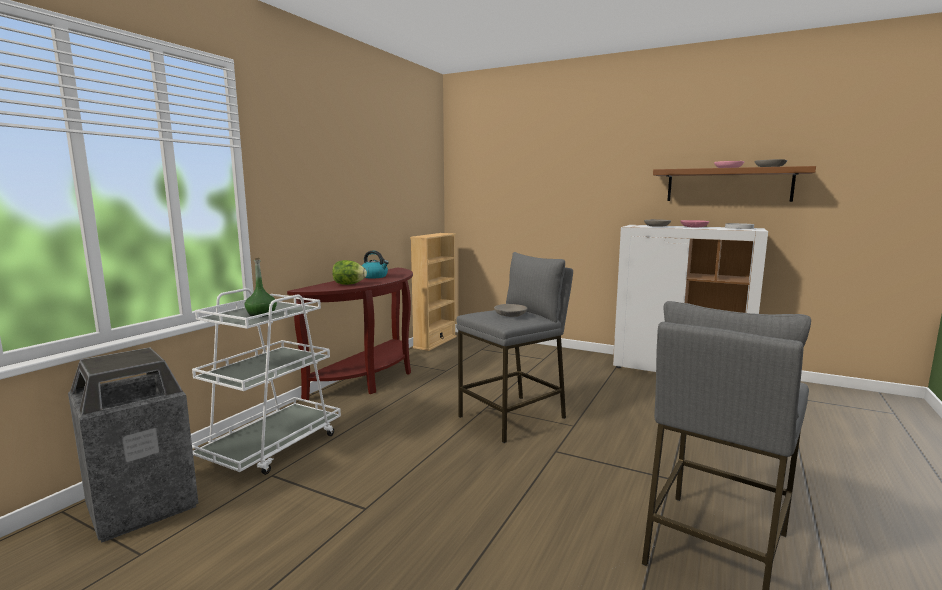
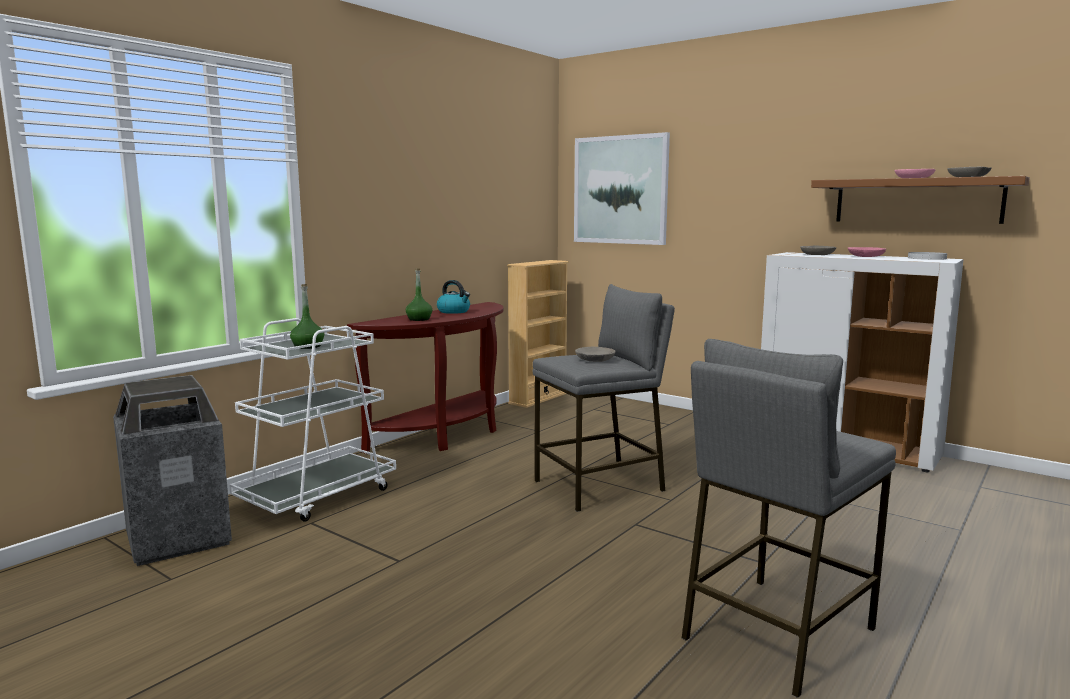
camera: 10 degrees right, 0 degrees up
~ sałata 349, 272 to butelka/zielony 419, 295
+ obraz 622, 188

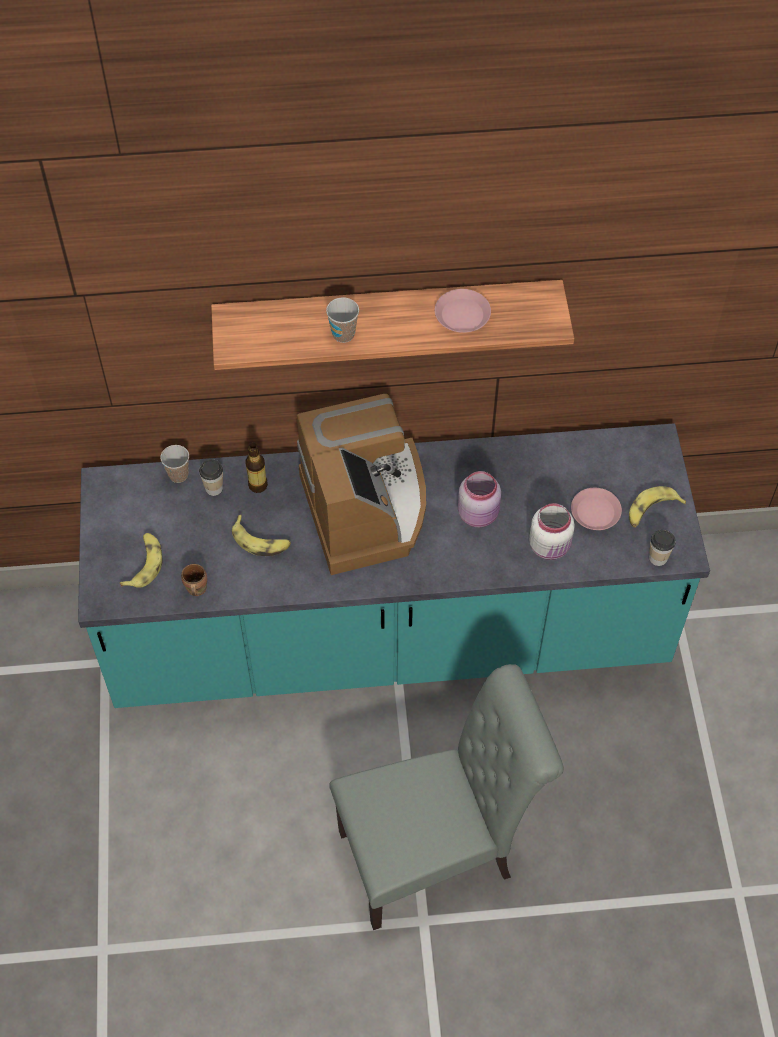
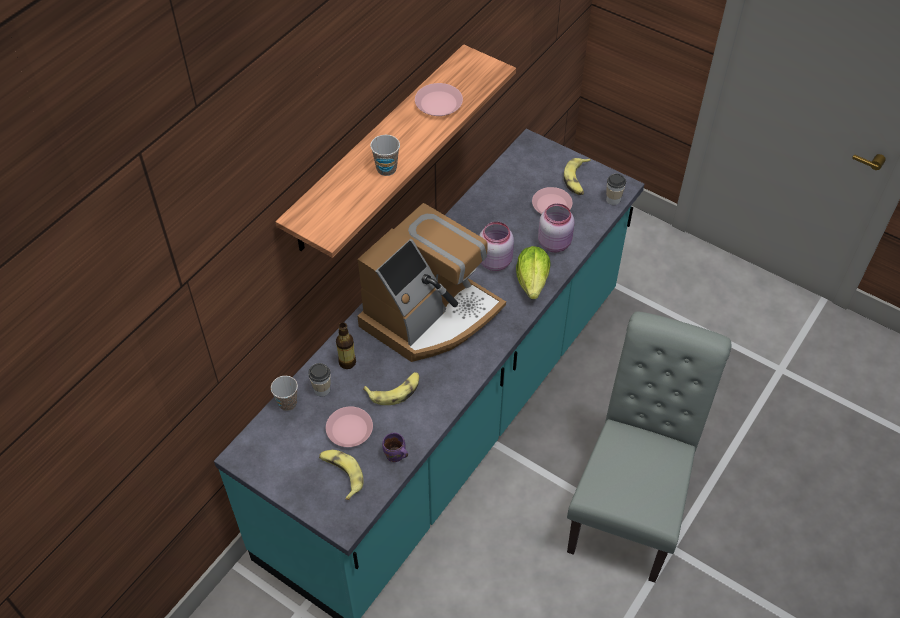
camera: 50 degrees left, 5 degrees down
~ kubek/brązowy 194, 580 to kubek/fioletowy 395, 447
~ ekspres do kawy 361, 484 = 432, 282 105 degrees clockwise
~ słoik/biały 552, 531 to słoik/różowy 556, 227
+ talerz/różowy 349, 426
+ sałata 533, 272

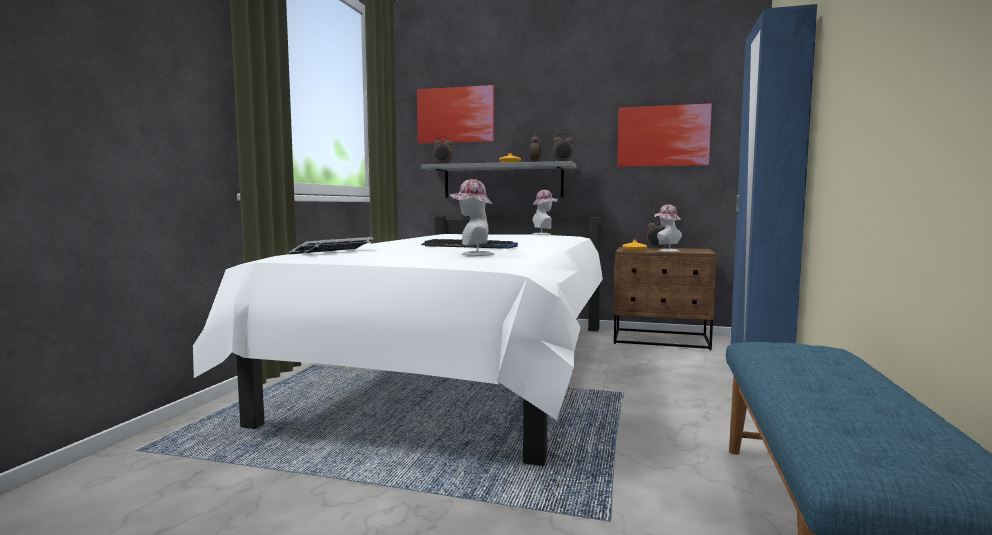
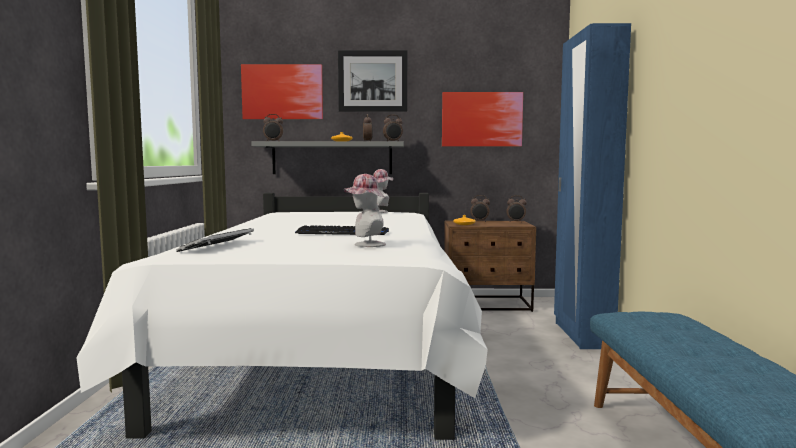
camera: 15 degrees left, 0 degrees up
- kapelusz 668, 228
+ obraz 372, 81
+ budzik 516, 208

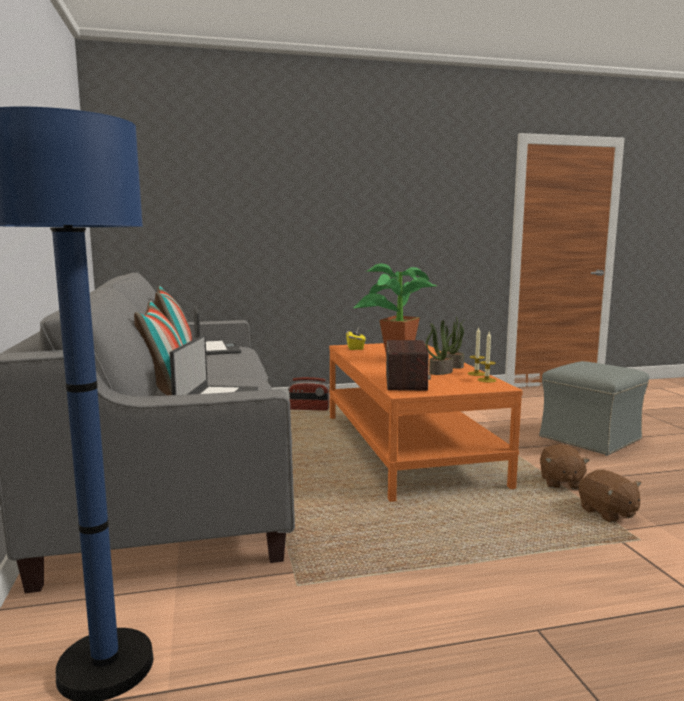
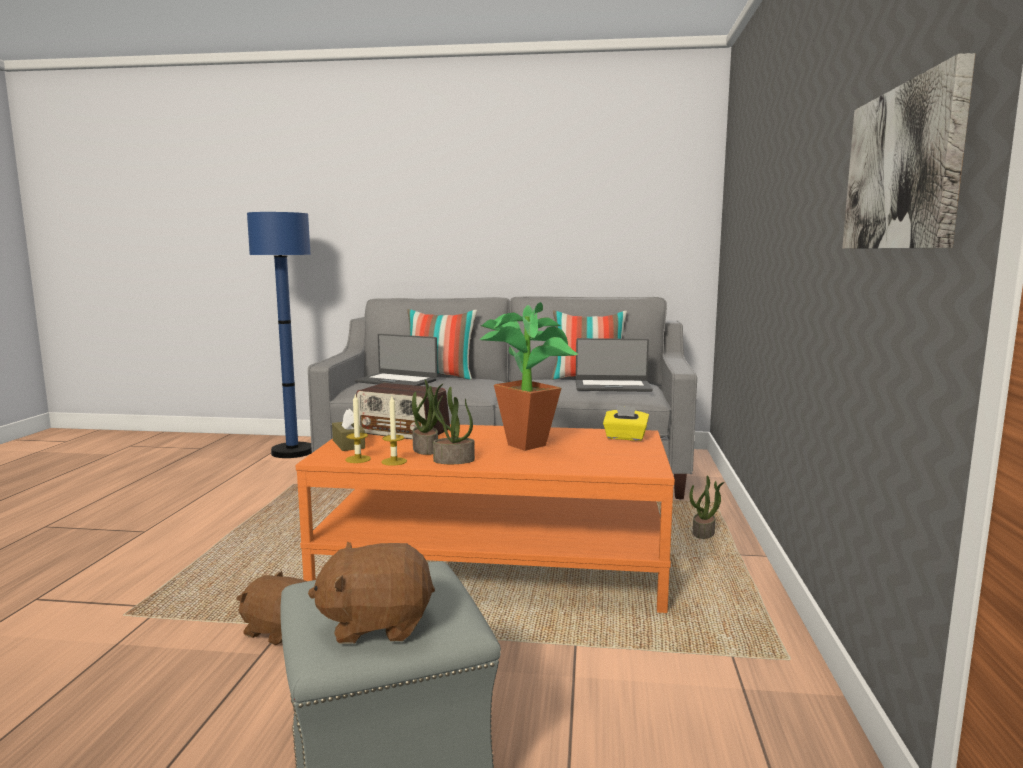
camera: 110 degrees right, 0 degrees up
~ radio 309, 394 to roślina doniczkowa 707, 507
~ pluszak/brązowy 610, 496 to 371, 593
+ pudełko chusteczek/brązowy 348, 430
+ obraz 909, 151

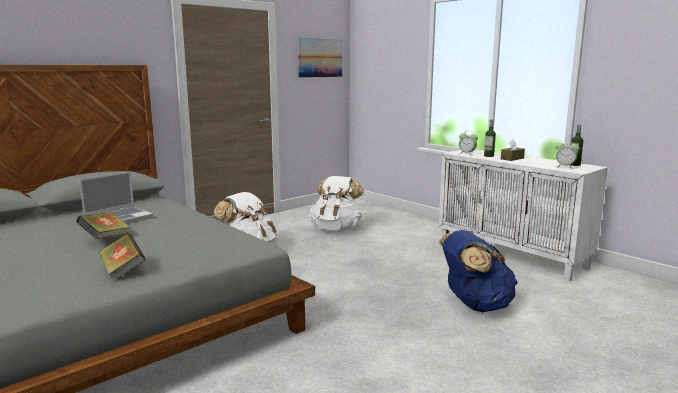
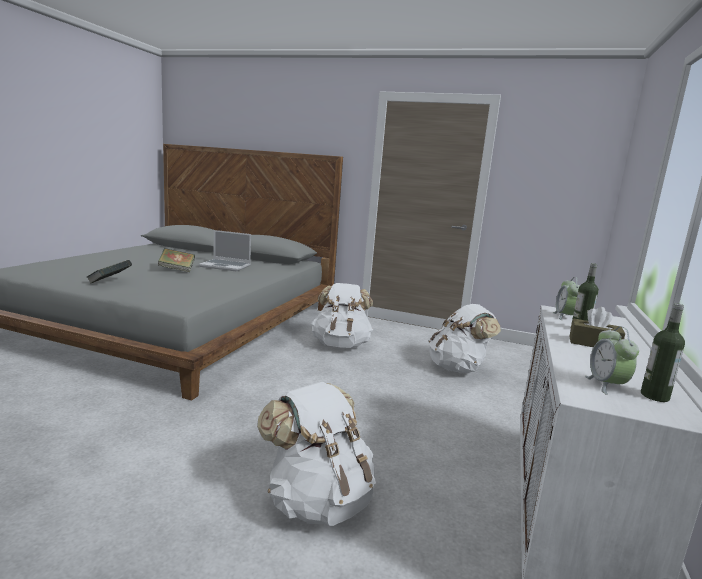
camera: 60 degrees right, 0 degrees up
- obraz 320, 58
~ plecak/niebieski 478, 271 to plecak/biały 316, 454

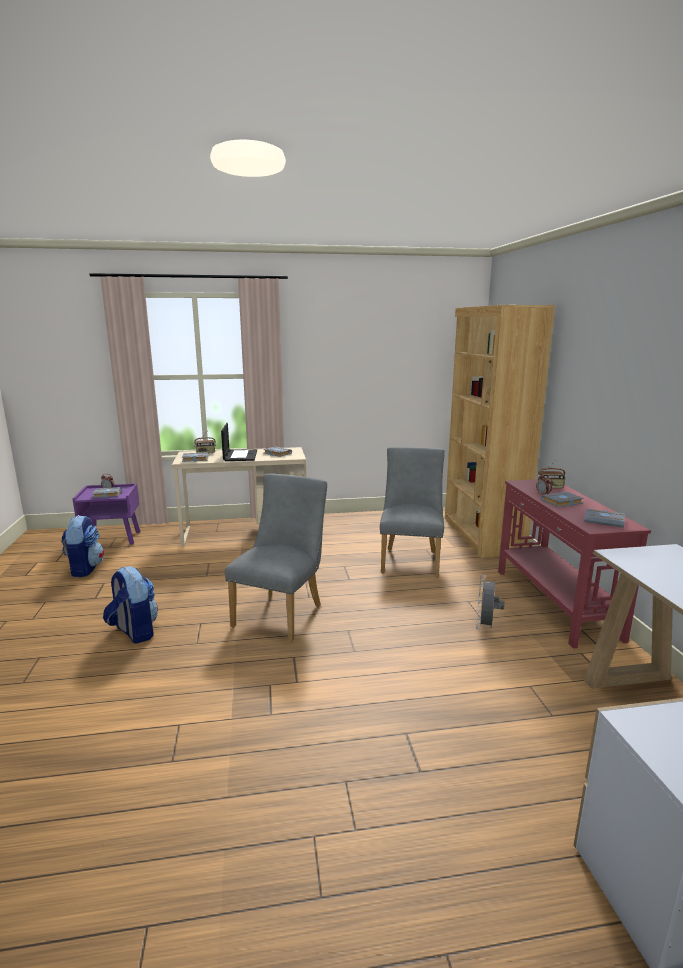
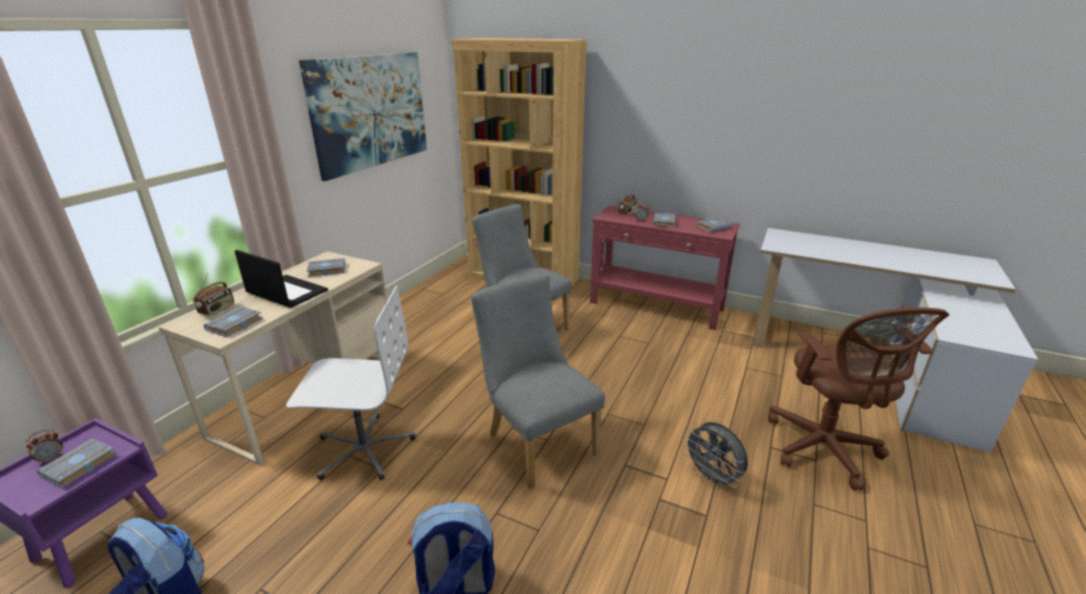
camera: 55 degrees left, 10 degrees up
~ wentylator/szary 490, 602 to 715, 455
+ krzesło biurowe/biały 351, 383
+ obraz 363, 116
+ krzesło biurowe/brązowy 858, 399

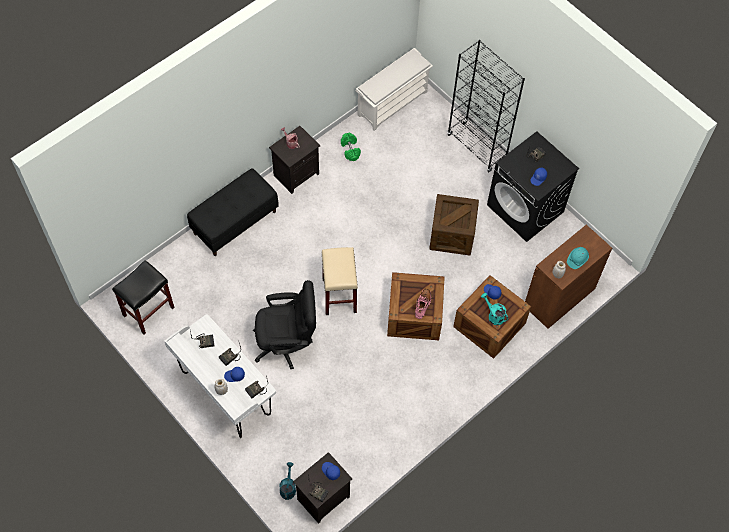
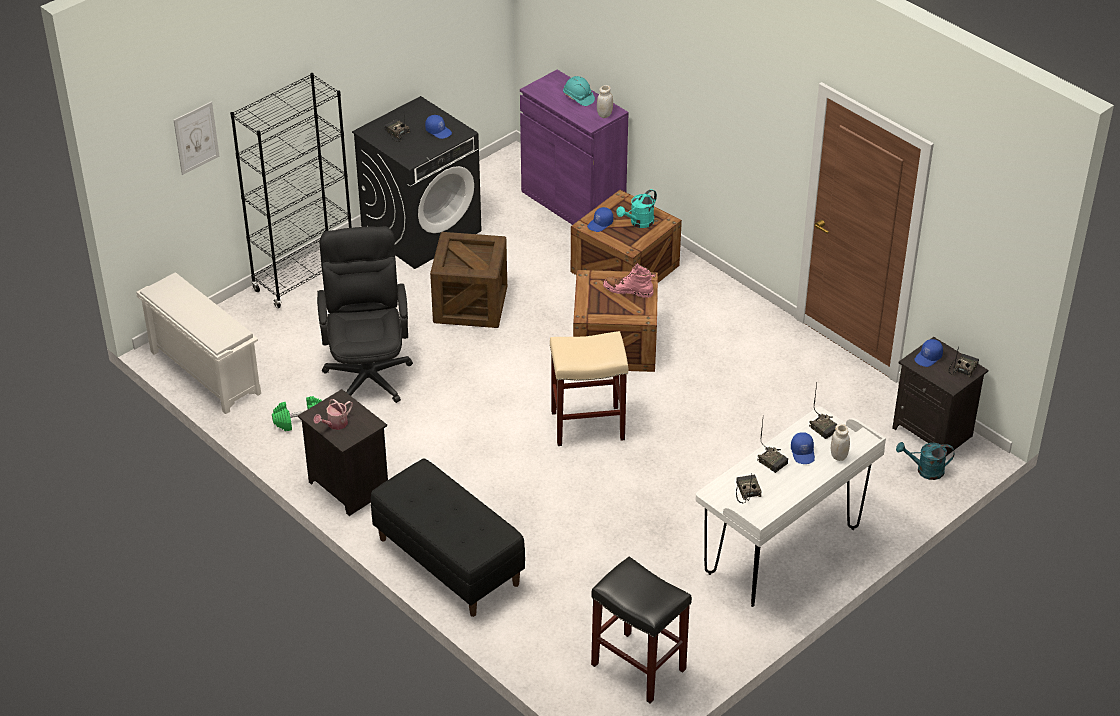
camera: 90 degrees left, 20 degrees down
~ krzesło biurowe/czarny 284, 324 to 365, 314
~ szafka/brązowy 568, 277 to szafka/fioletowy 574, 147
+ obraz 196, 138

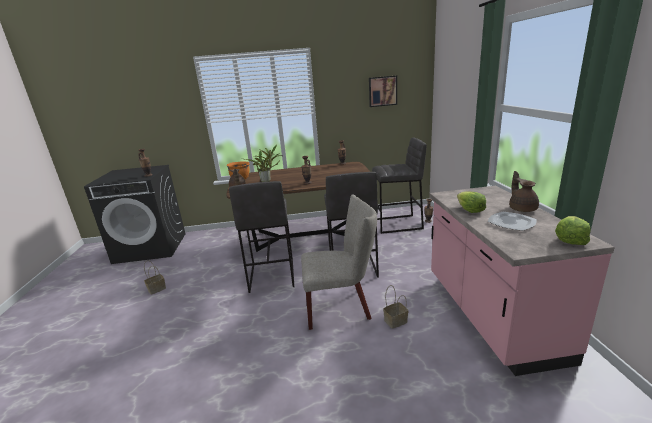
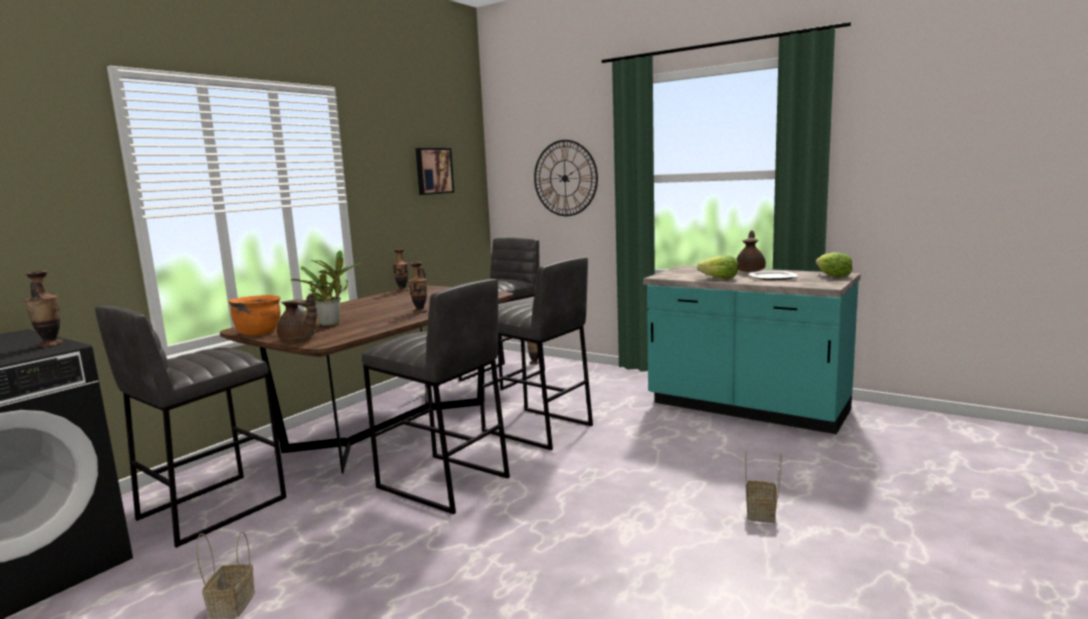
camera: 50 degrees left, 10 degrees down
- krzesło/beżowy 339, 262
~ koszyk 395, 307 to 763, 486
~ zabudowa kuchenna/różowy 522, 281 to zabudowa kuchenna/turkusowy 752, 349
~ imbryk/brązowy 524, 191 = 751, 251 75 degrees clockwise
+ stołek/szary 190, 427
+ zegar ścienny 566, 178

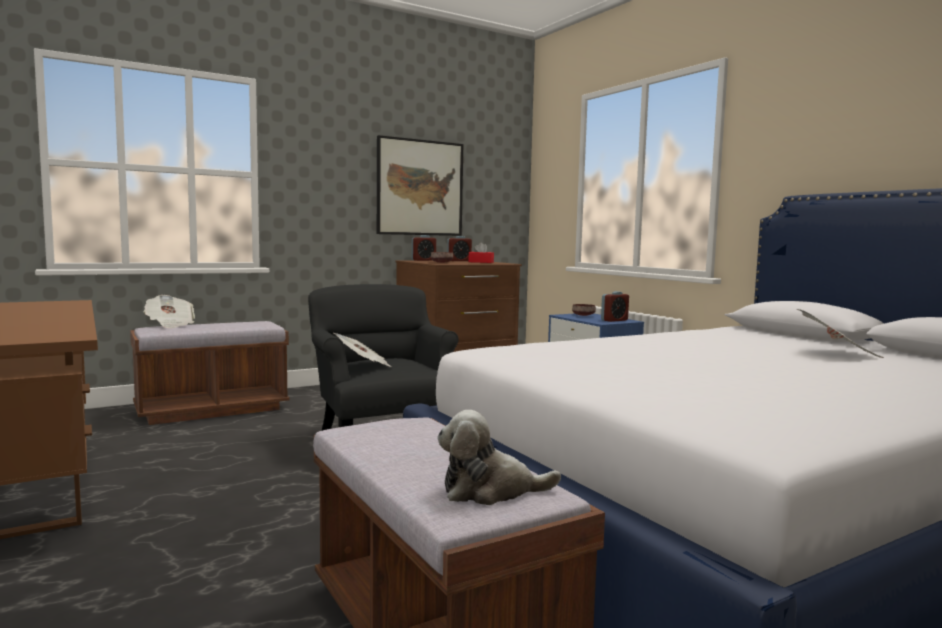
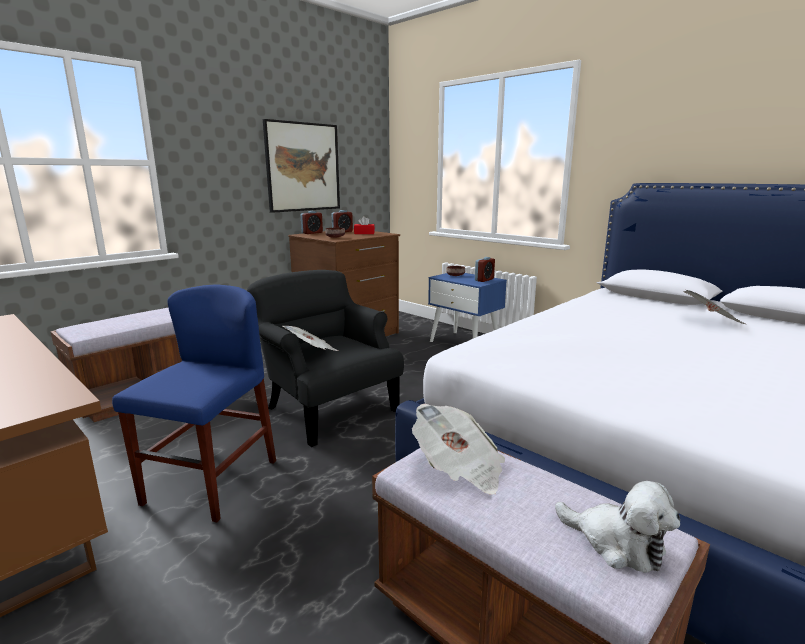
camera: 15 degrees left, 10 degrees up
~ gazeta 169, 311 to 458, 449
~ pluszak 499, 457 = 617, 527 120 degrees counterclockwise
+ krzesło/niebieski 194, 403

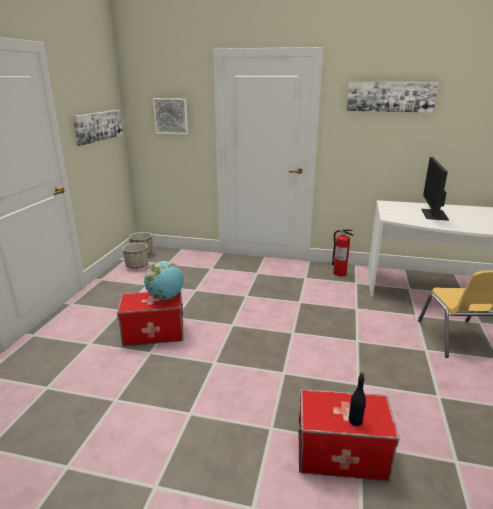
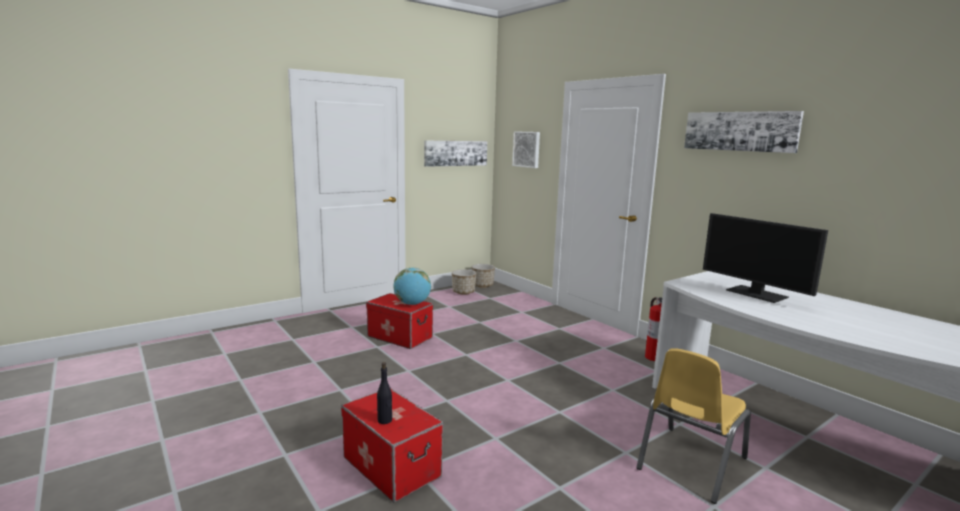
camera: 40 degrees right, 10 degrees down
~ monitor 435, 189 = 765, 258 90 degrees counterclockwise

